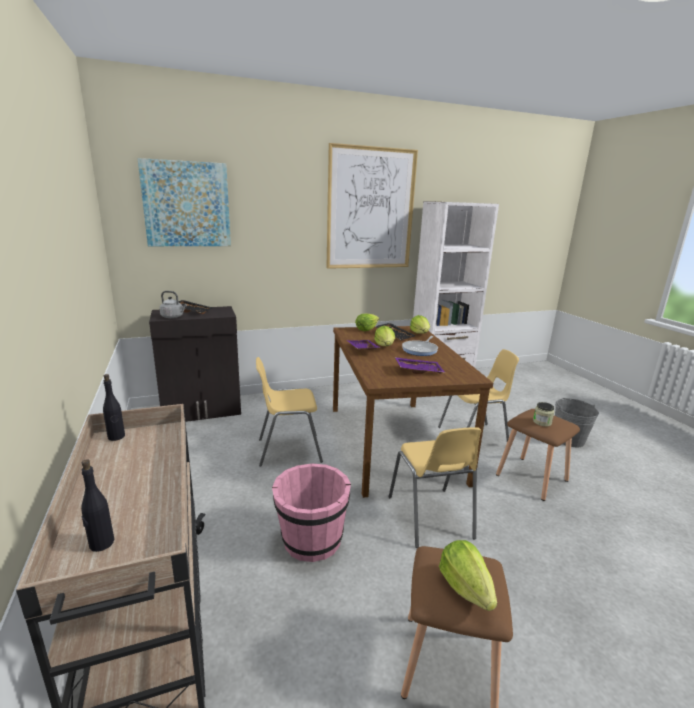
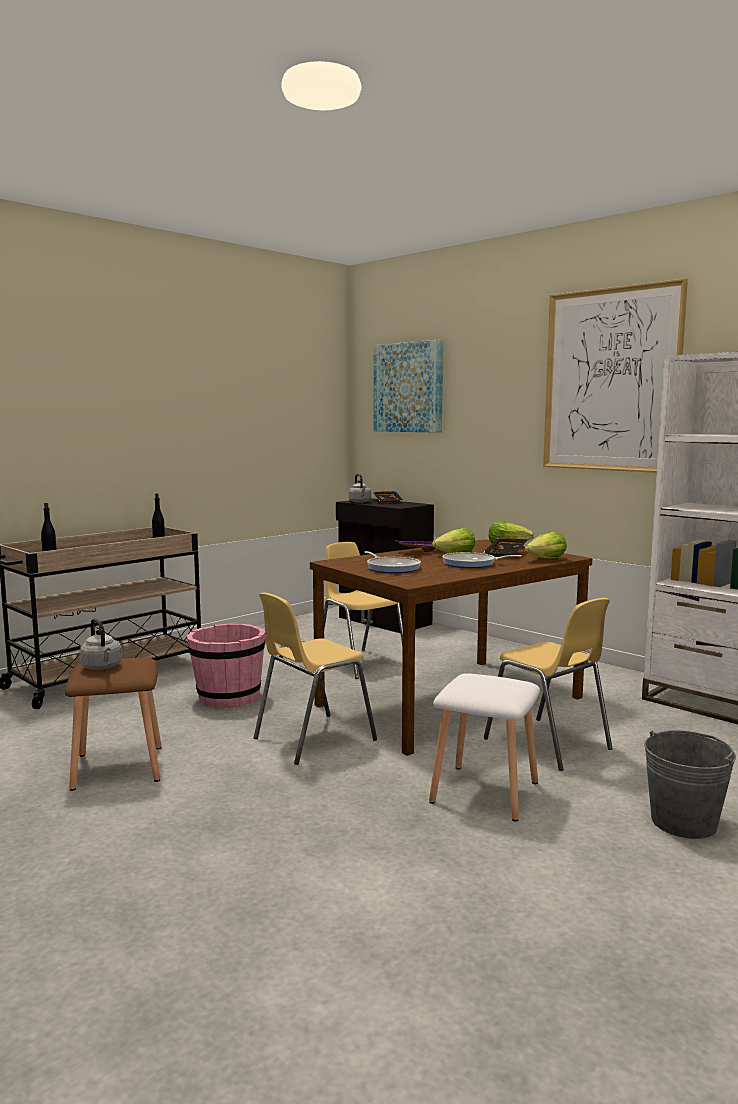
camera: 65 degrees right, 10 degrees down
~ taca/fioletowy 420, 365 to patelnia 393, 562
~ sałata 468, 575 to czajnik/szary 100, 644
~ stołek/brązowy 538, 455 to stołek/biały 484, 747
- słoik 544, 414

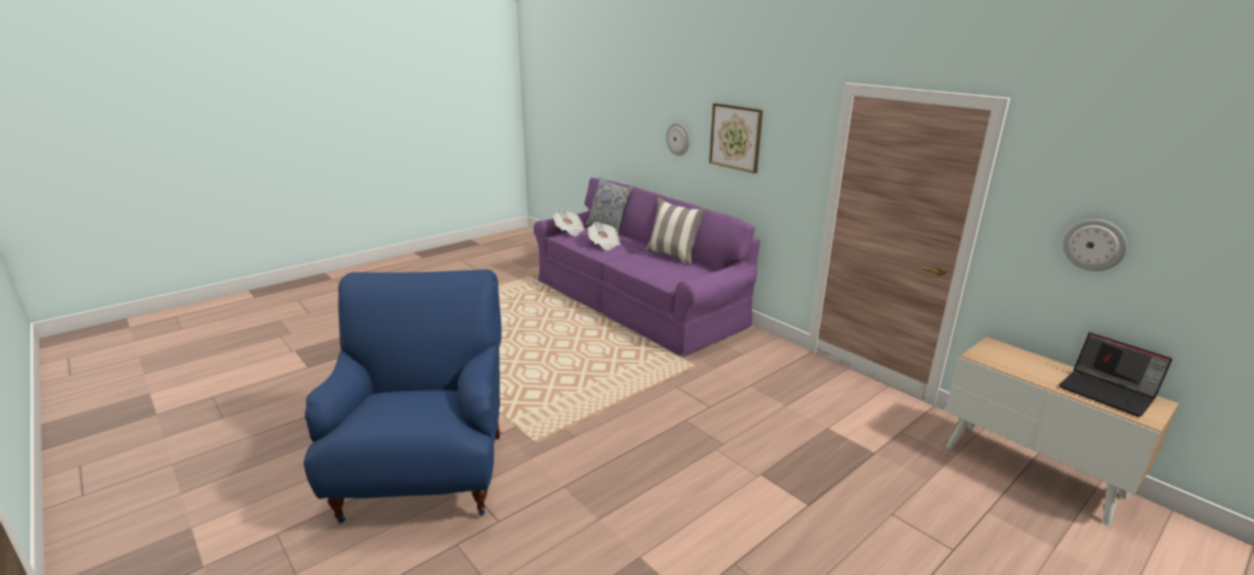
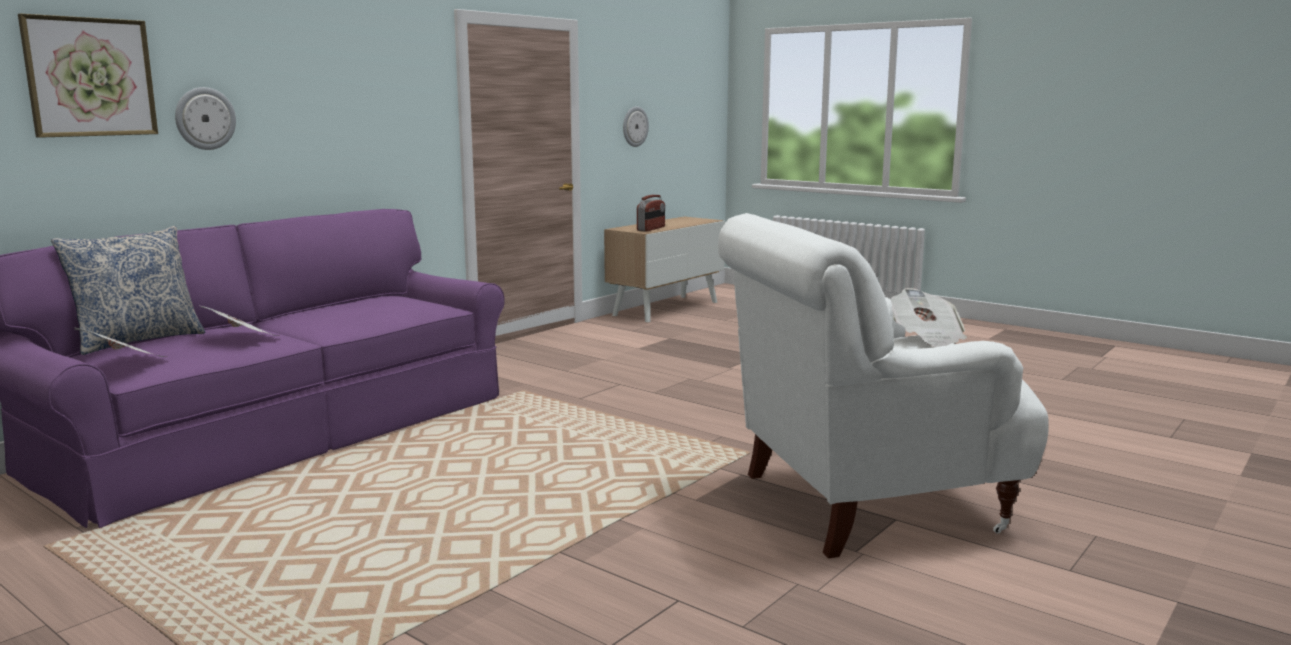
camera: 100 degrees left, 10 degrees down
~ fotel/niebieski 403, 396 to fotel/biały 883, 386
- poduszka 675, 232
~ obraz 736, 138 to 88, 76
- laptop 1115, 375
+ radio 651, 213
+ gazeta 929, 317

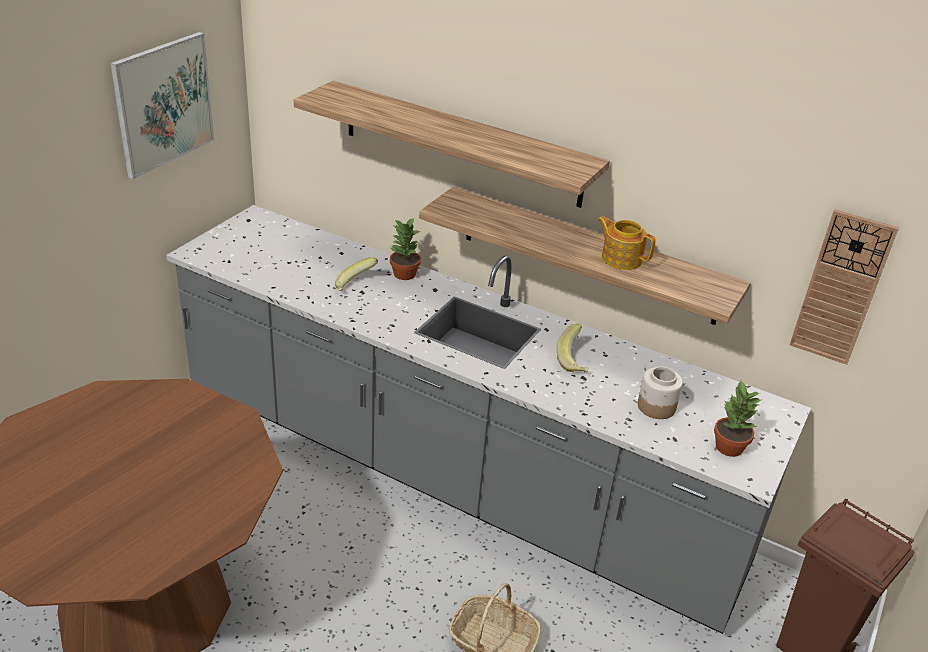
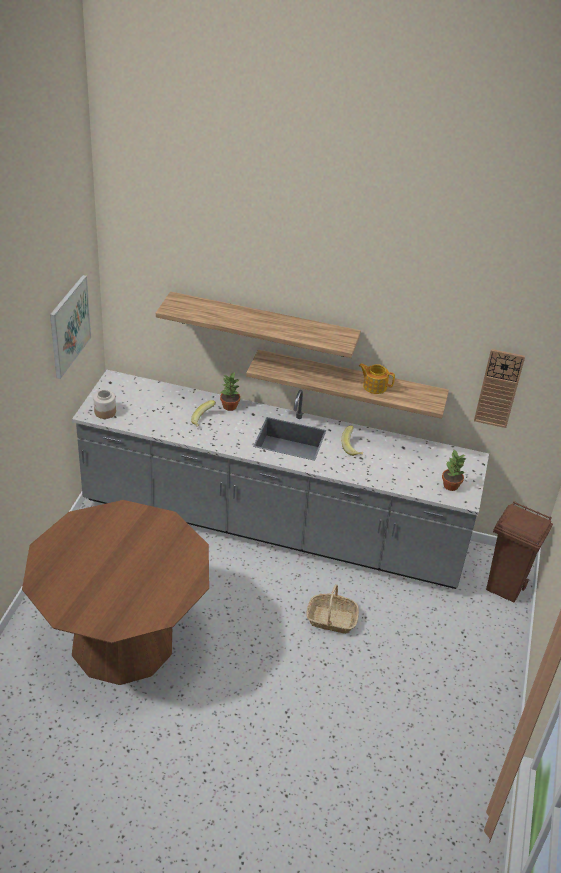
camera: 15 degrees left, 5 degrees up
~ słoik 660, 392 to 104, 404

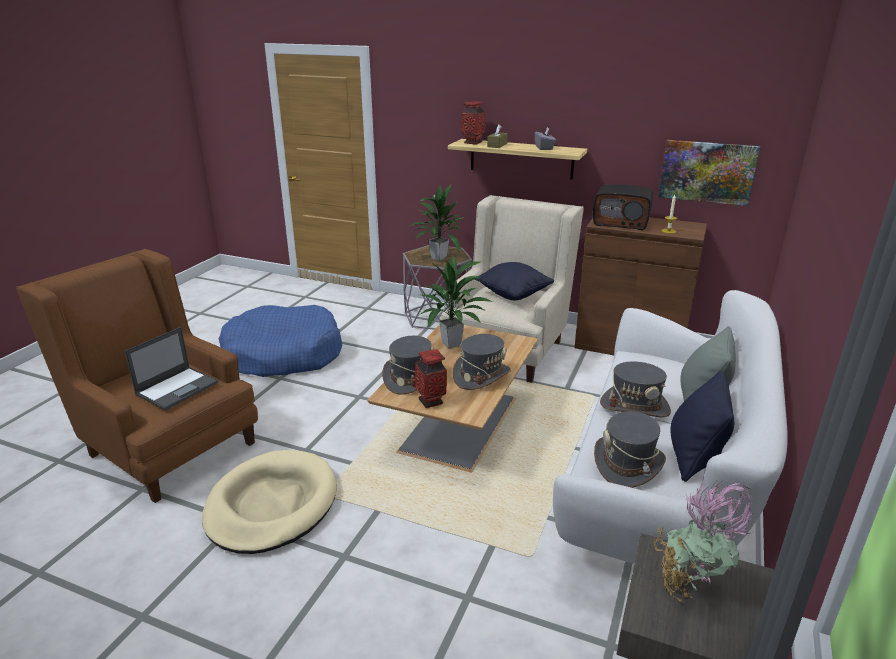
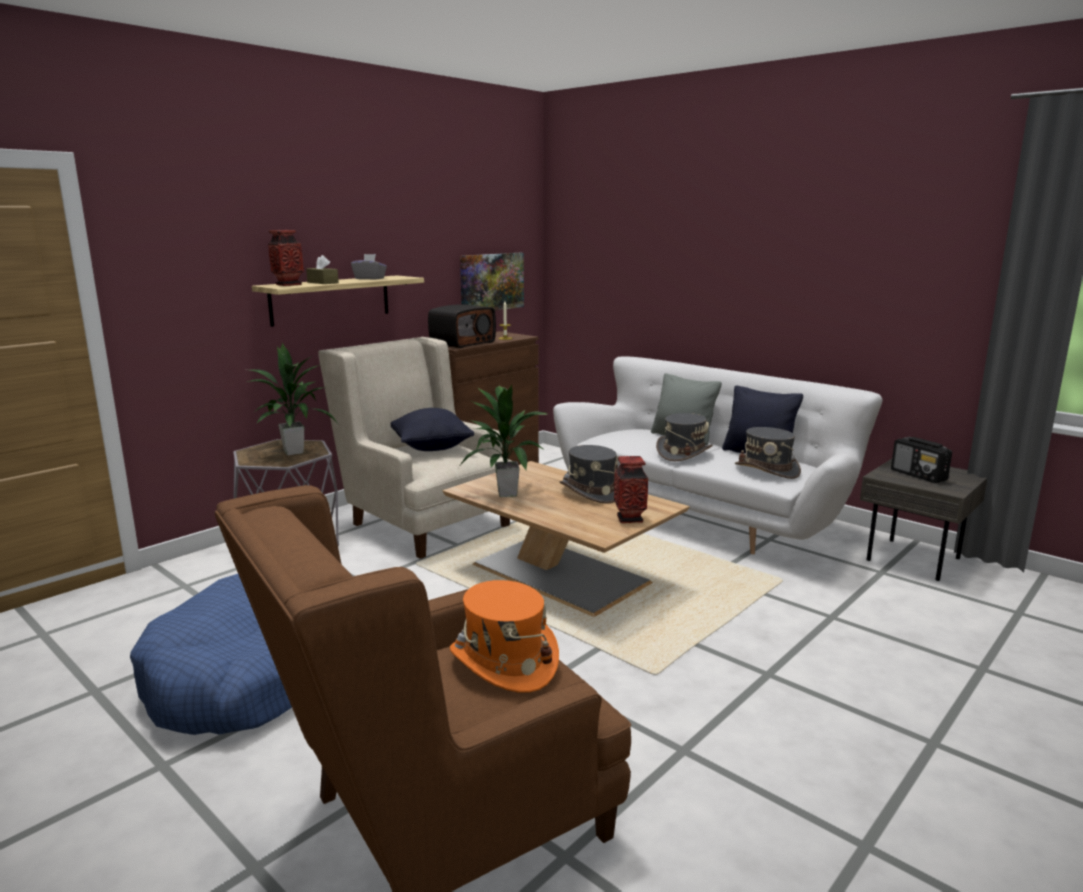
camera: 70 degrees left, 10 degrees down
~ laptop 171, 368 to kapelusz/pomarańczowy 504, 636
- legowisko/beżowy 269, 502
- kapelusz/szary 408, 365
~ roślina doniczkowa 704, 541 to radio 921, 460

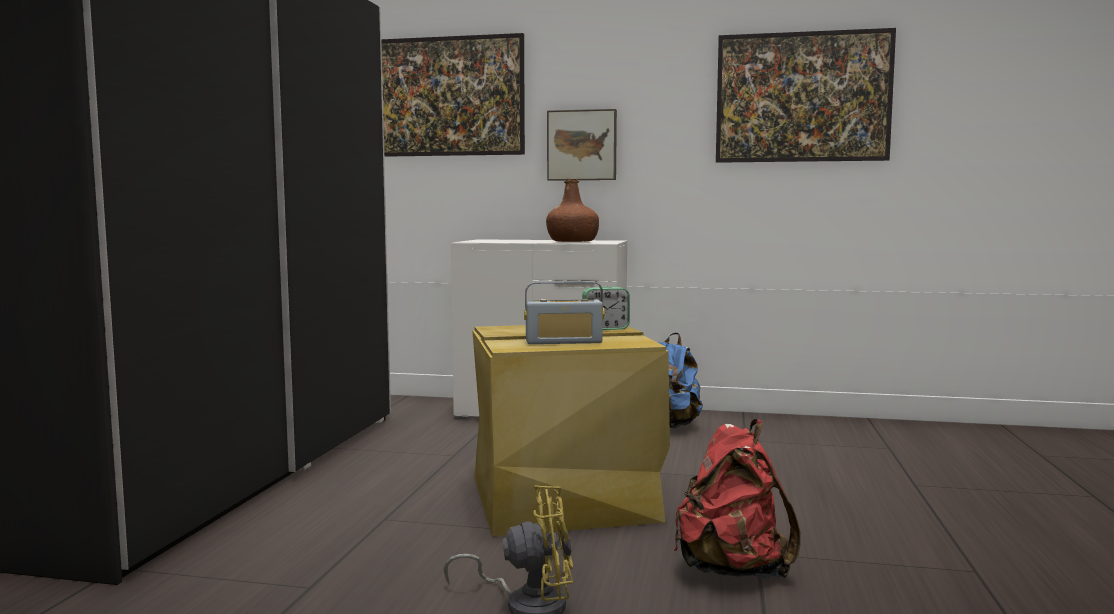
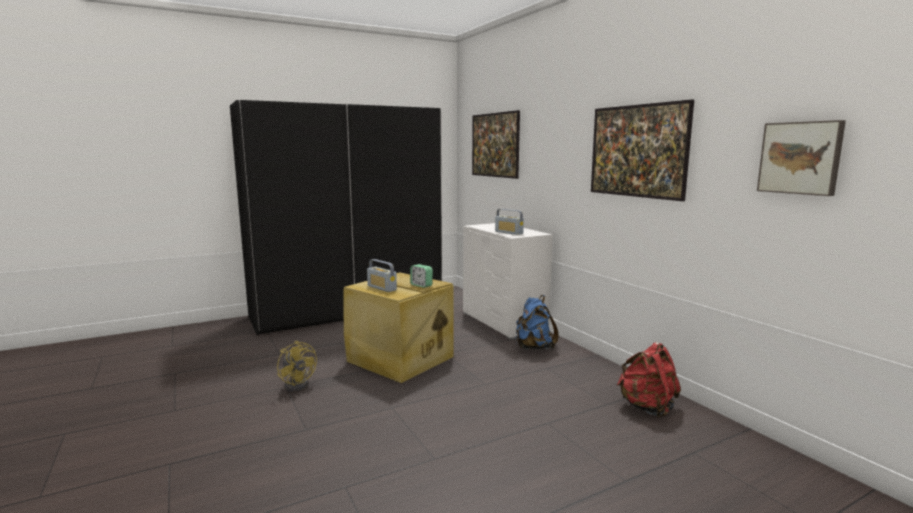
camera: 50 degrees right, 5 degrees up
~ butelka/brązowy 572, 210 to radio 509, 222
~ obraz 582, 145 to 801, 158
~ plecak/czerwony 737, 498 to 649, 379

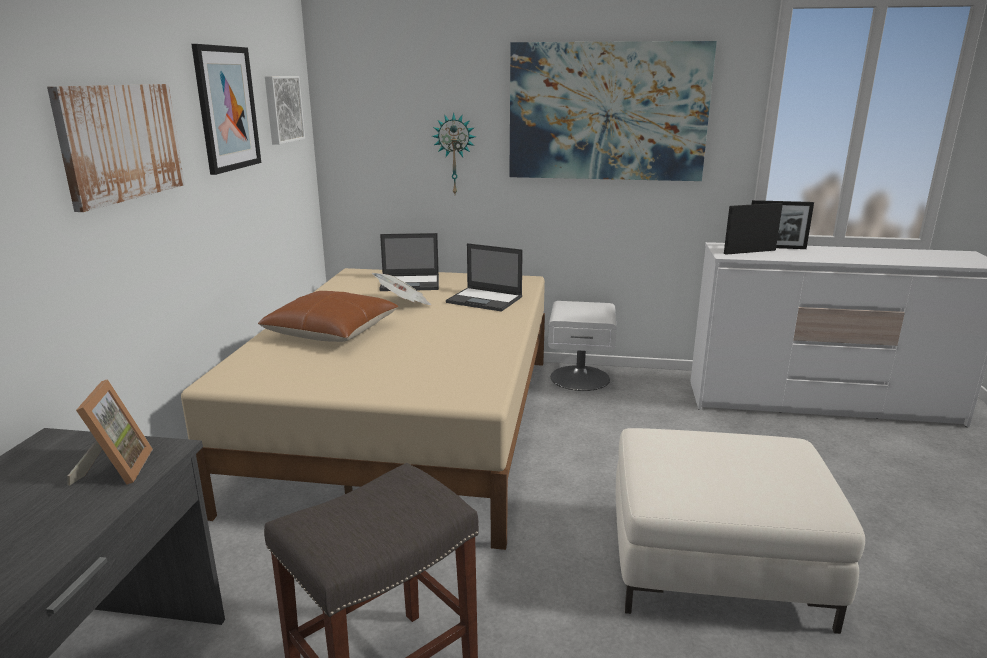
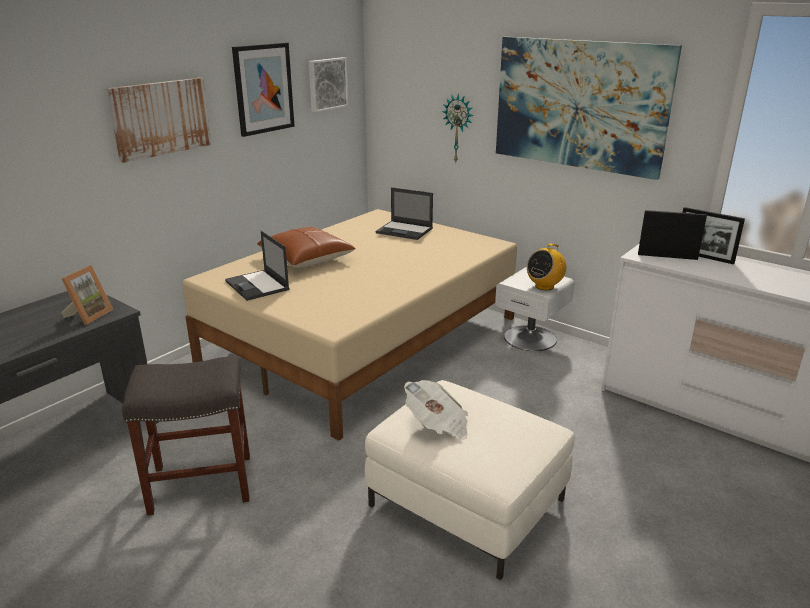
camera: 30 degrees right, 5 degrees up
~ gazeta 401, 289 to 436, 409
~ laptop 484, 277 to 257, 266
+ radio 546, 266

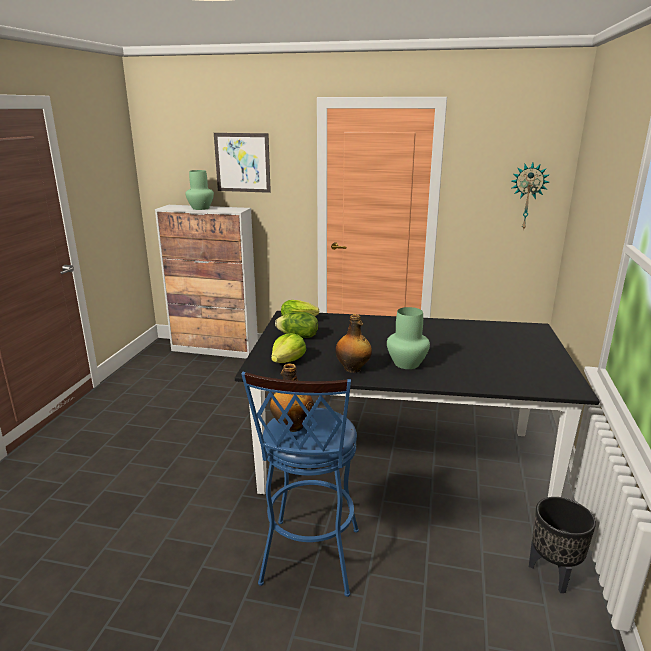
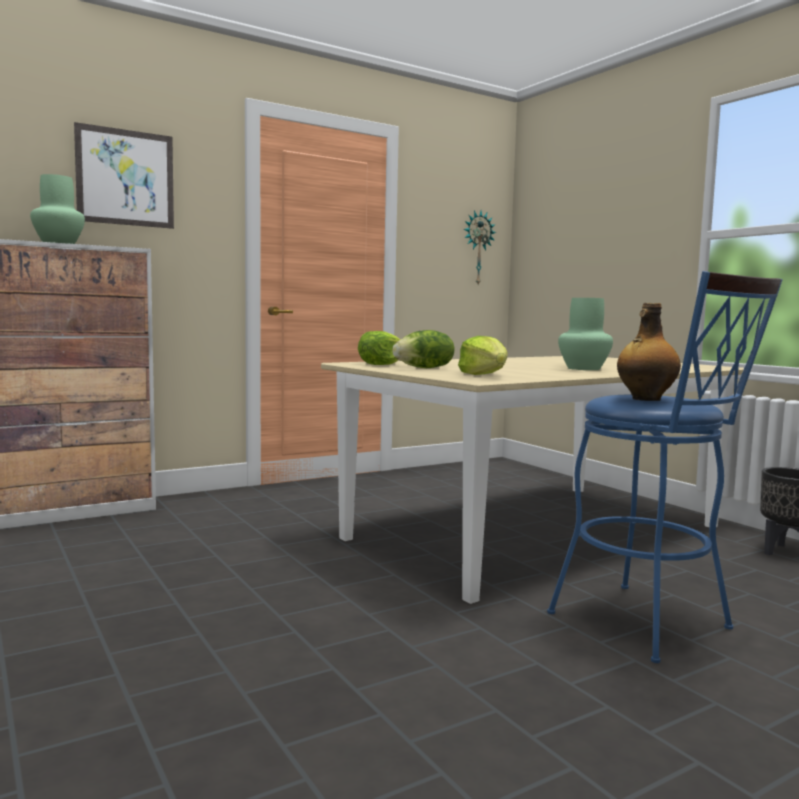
camera: 45 degrees left, 15 degrees down
~ stół jadalny/czarny 417, 404 to stół jadalny/beżowy 536, 480
- butelka 353, 343

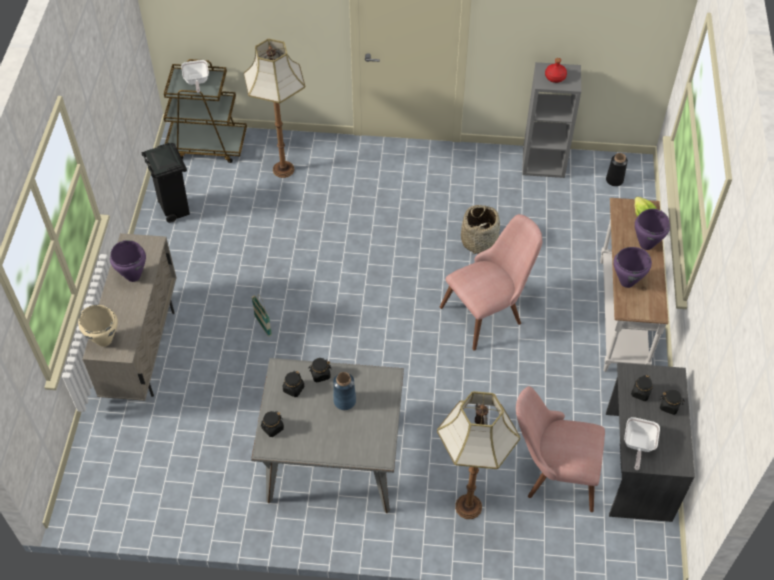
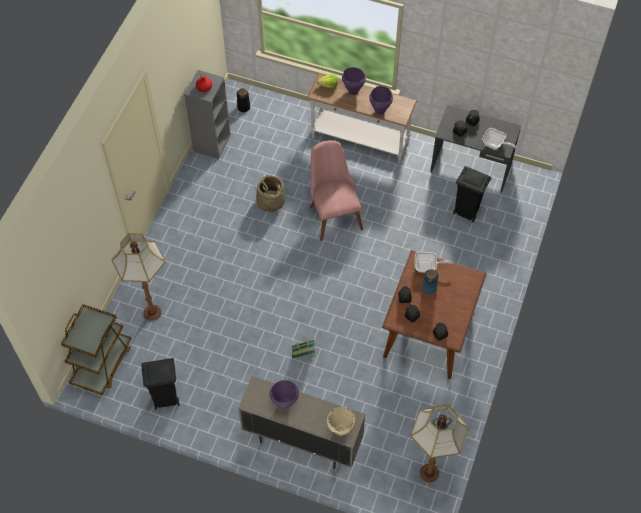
camera: 75 degrees left, 5 degrees up
~ patelnia 195, 76 to 434, 262
~ stół jadalny/szary 327, 435 to stół jadalny/brązowy 434, 314
~ lampa stojąca 478, 455 to 440, 443
~ krzesło/różowy 560, 449 to kosz na śmieci/czarny 472, 194

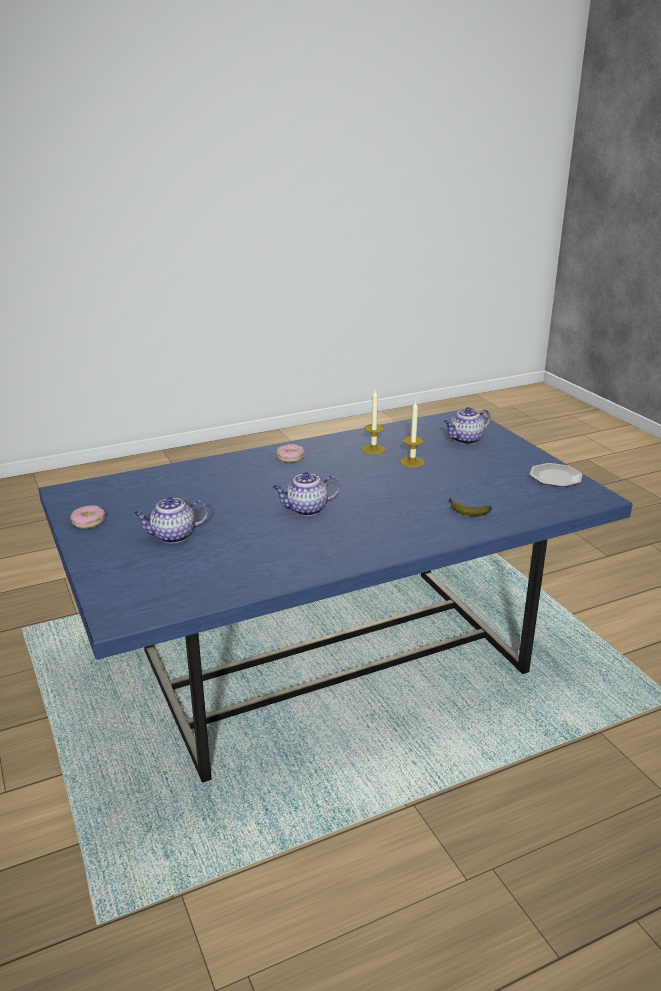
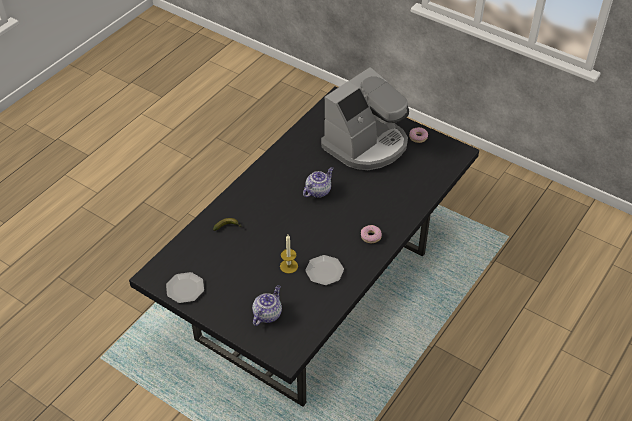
camera: 150 degrees right, 20 degrees up
~ stół jadalny/niebieski 336, 595 to stół jadalny/czarny 304, 246
~ imbryk 170, 520 to ekspres do kawy 365, 118
~ świeca 374, 422 to talerz 324, 270

